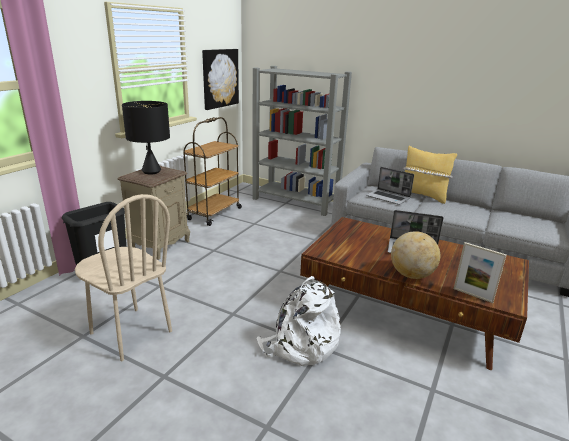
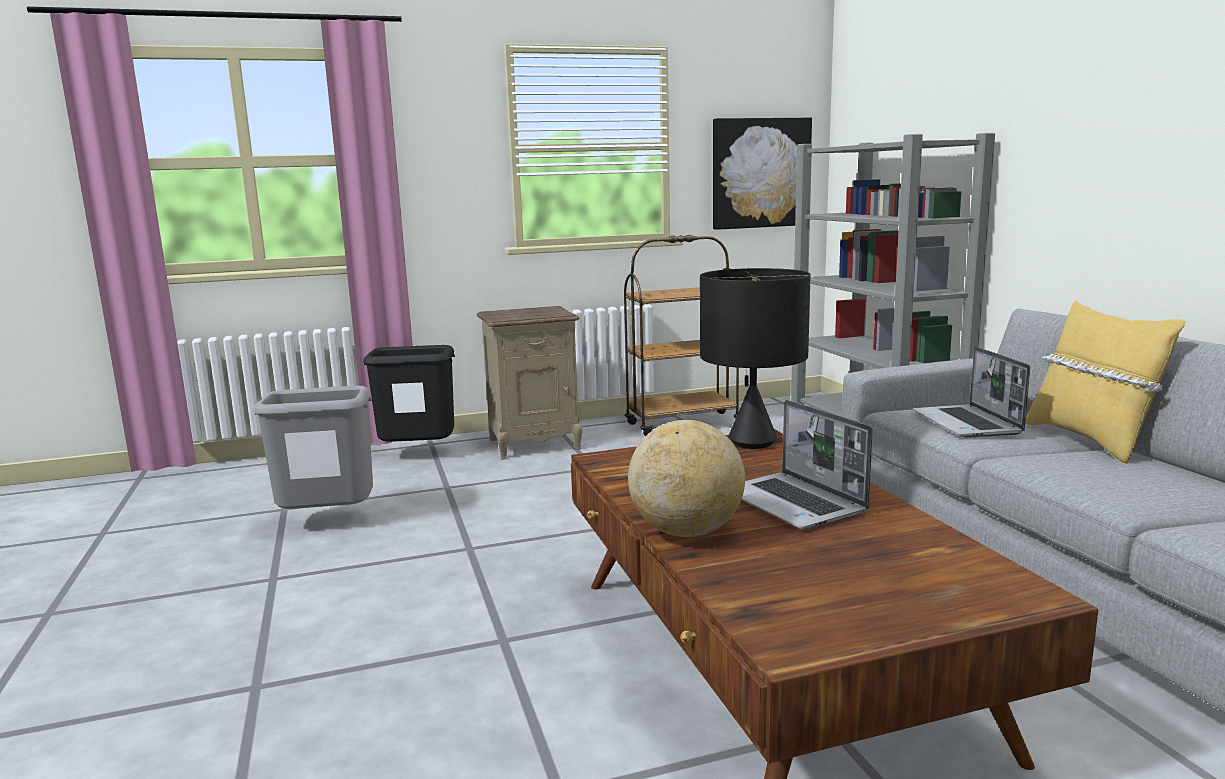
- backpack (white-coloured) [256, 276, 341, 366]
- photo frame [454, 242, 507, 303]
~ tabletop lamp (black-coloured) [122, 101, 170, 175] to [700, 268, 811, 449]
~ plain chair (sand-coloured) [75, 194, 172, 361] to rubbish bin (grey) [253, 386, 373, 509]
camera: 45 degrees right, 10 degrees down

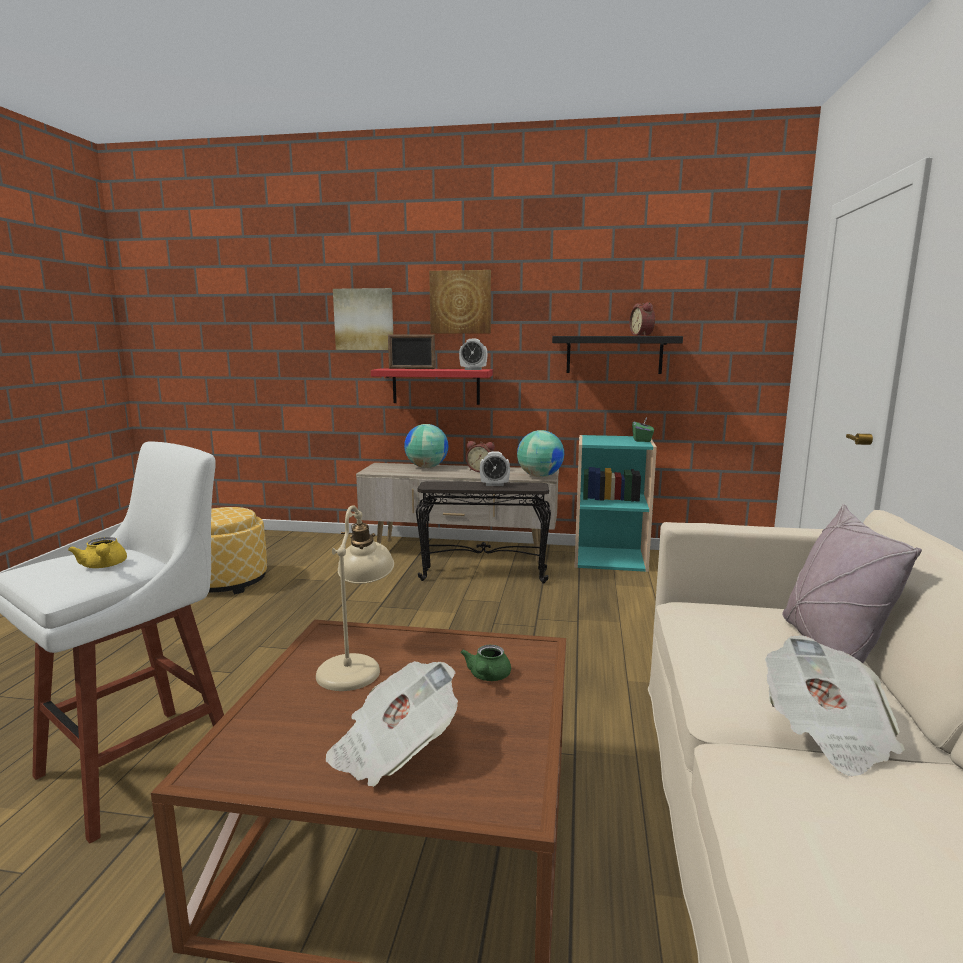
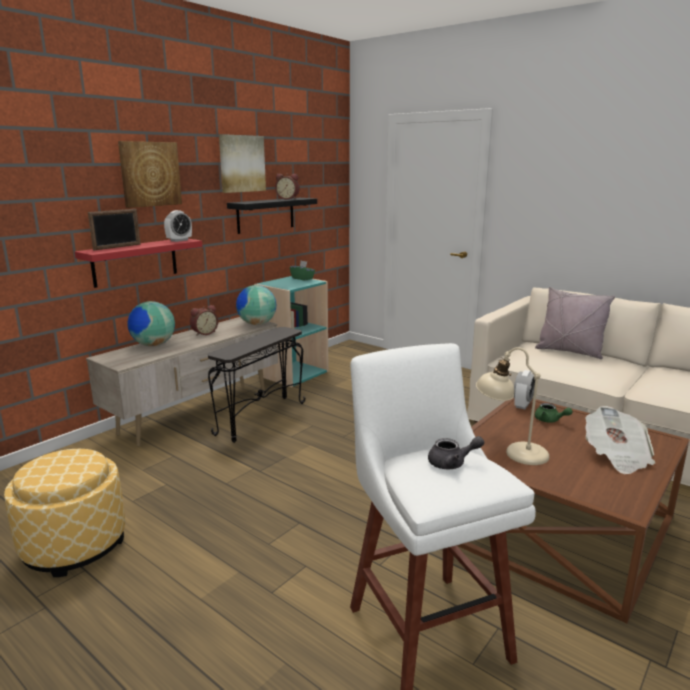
- newspaper [765, 635, 905, 777]
~ picture [333, 288, 393, 350] to [219, 134, 266, 193]
~ table clock [480, 451, 510, 486] to [514, 370, 535, 409]
~ teapot (yellow-coloured) [68, 537, 127, 568] to teapot (grey) [428, 436, 484, 469]
camera: 60 degrees left, 5 degrees up

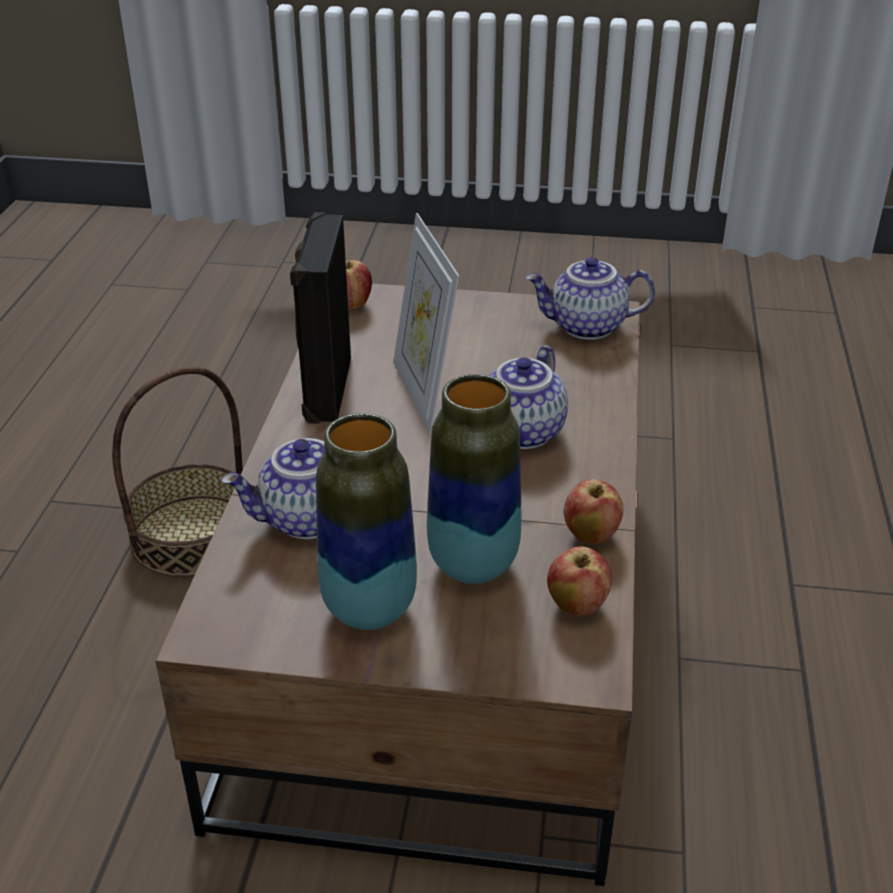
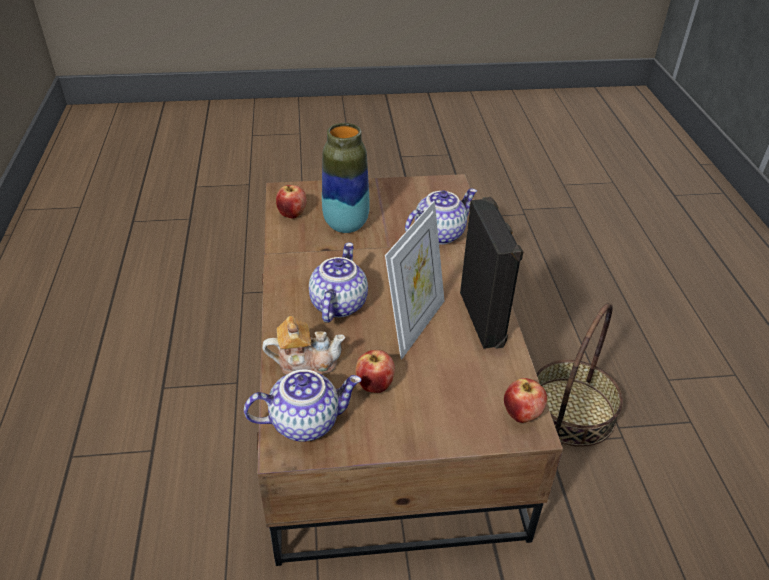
- flower vase [316, 413, 417, 630]
+ teapot [262, 316, 346, 375]
~ whole apple [564, 479, 624, 544] to [355, 350, 395, 393]
~ photo frame [393, 213, 459, 434] = [385, 201, 444, 359] 60 degrees clockwise
camera: 165 degrees right, 5 degrees up

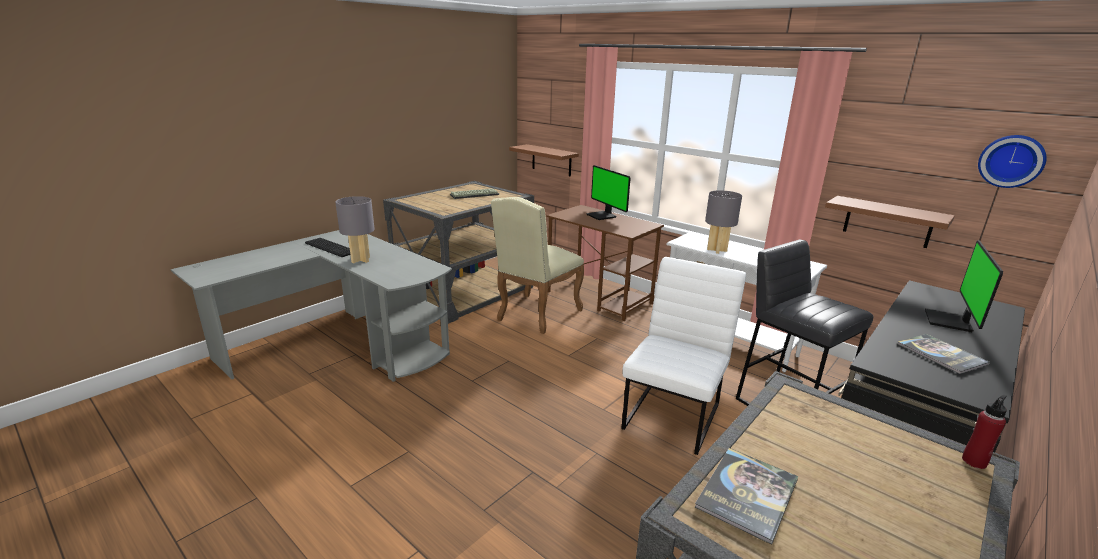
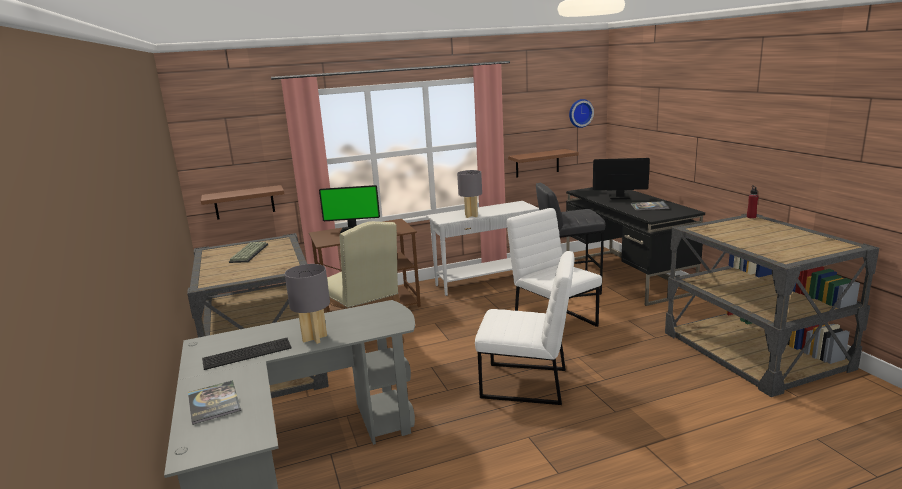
+ plain chair (white-coloured) [475, 251, 575, 405]
~ bound book [695, 448, 798, 545] to [188, 380, 241, 425]
~ monitor [925, 240, 1003, 332] = [593, 158, 650, 199] 135 degrees clockwise
camera: 60 degrees left, 5 degrees down

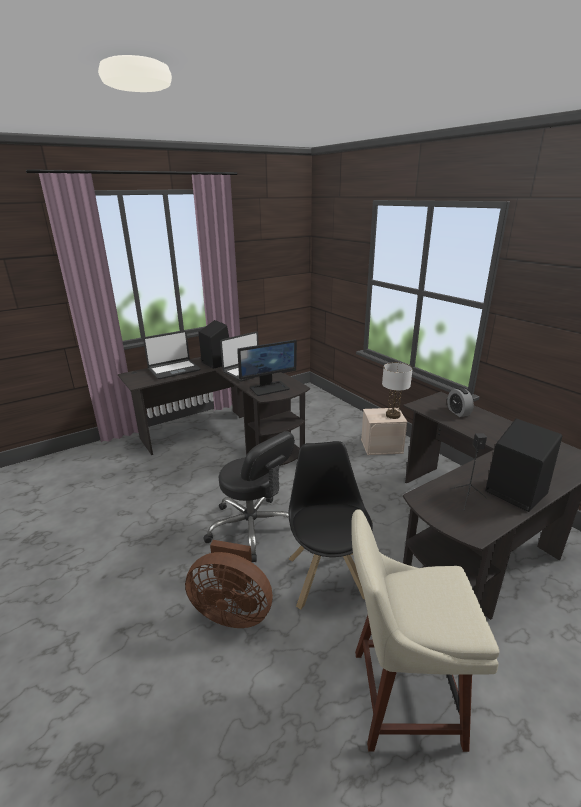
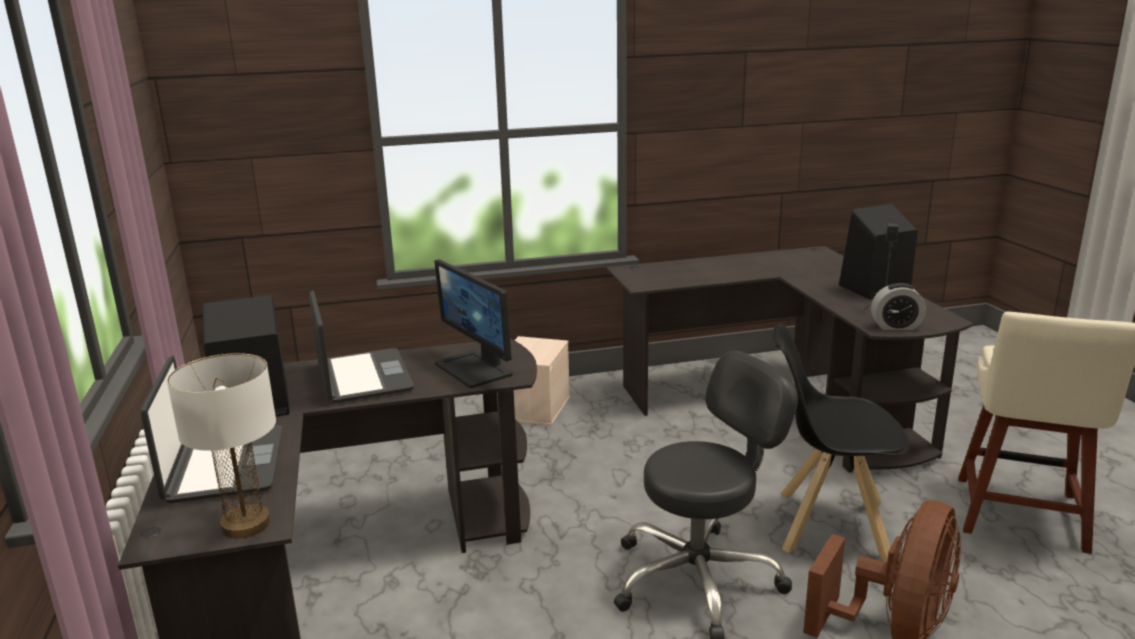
~ tabletop lamp [382, 362, 413, 419] to [167, 353, 276, 539]
~ table clock [447, 388, 474, 417] to [871, 283, 926, 330]
~ monitor [237, 340, 297, 396] = [434, 259, 513, 388] 150 degrees clockwise
camera: 70 degrees left, 5 degrees down

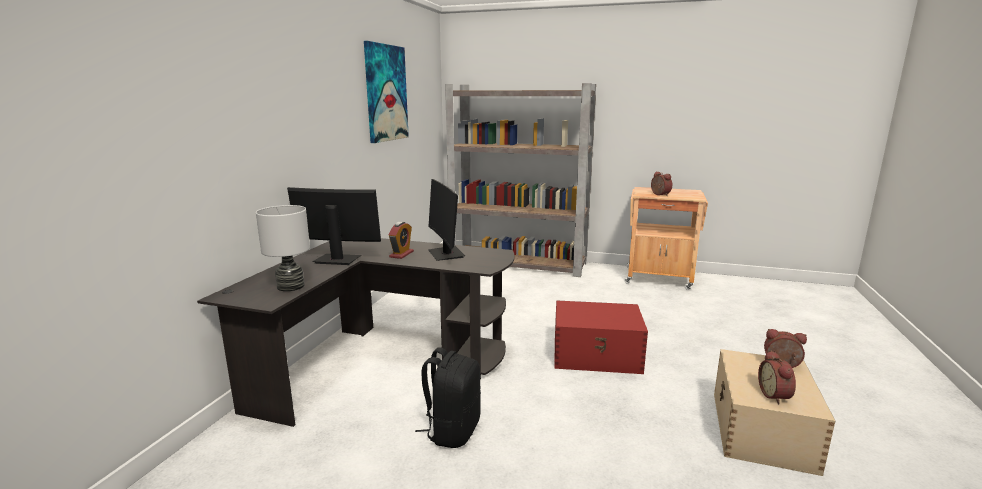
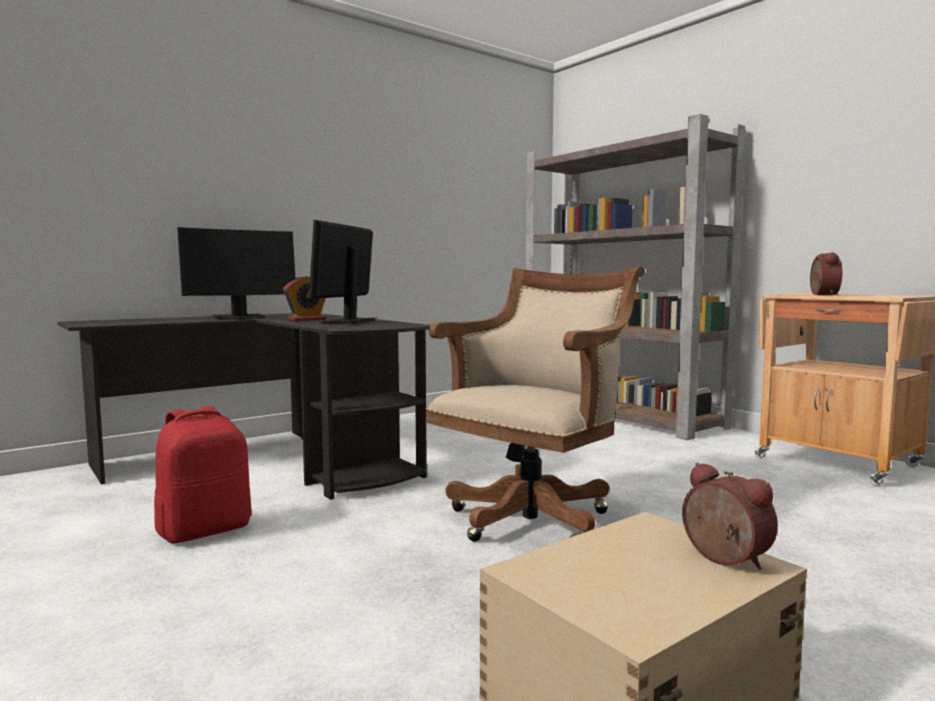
- tabletop lamp (grey) [256, 205, 310, 291]
- picture [364, 41, 409, 143]
- table clock [758, 350, 796, 404]
~ storage bin (reddish) [554, 300, 648, 374] to office chair [425, 266, 645, 542]
~ backpack (black-coloured) [415, 347, 481, 448] to backpack (reddish) [154, 406, 252, 543]
~ monitor [287, 187, 381, 265] = [177, 227, 296, 320] 105 degrees clockwise
camera: 35 degrees right, 10 degrees down

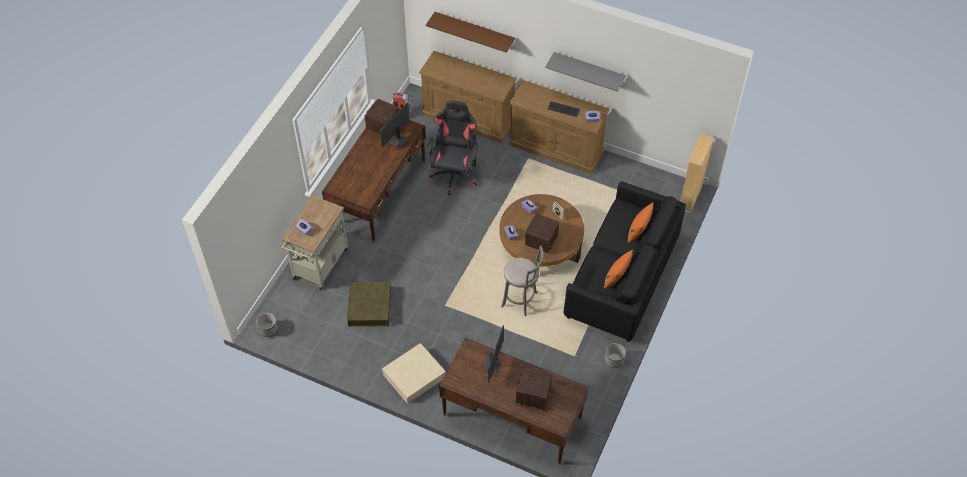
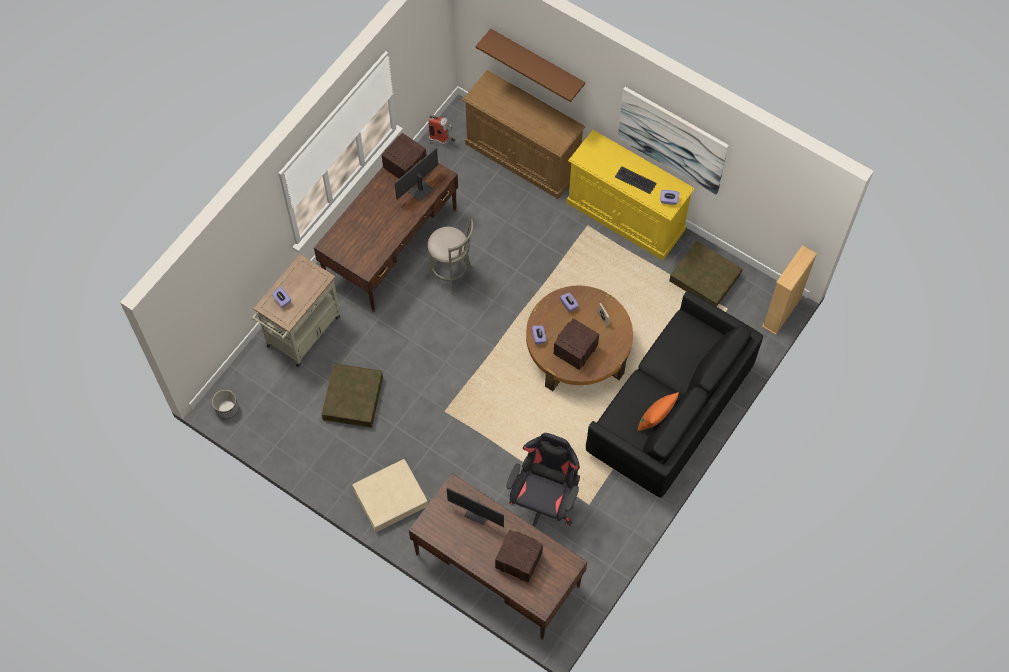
- planter [605, 343, 626, 368]
- cushion (orange-coloured) [628, 202, 653, 243]
+ storage bin (brownish) [669, 241, 742, 307]
~ office chair (black-coloured) [426, 101, 478, 195] to [507, 433, 580, 527]
~ sitting stool (grey) [501, 246, 543, 316] to [426, 219, 473, 295]
~ wall shelf (grey) [545, 52, 626, 92] to picture [618, 87, 729, 195]
~ cupboard (brownish) [509, 80, 610, 174] to cupboard (yellow-coloured) [566, 130, 694, 260]
~ monitor [483, 325, 504, 383] = [447, 488, 504, 527] 90 degrees clockwise
camera: 10 degrees right, 10 degrees up

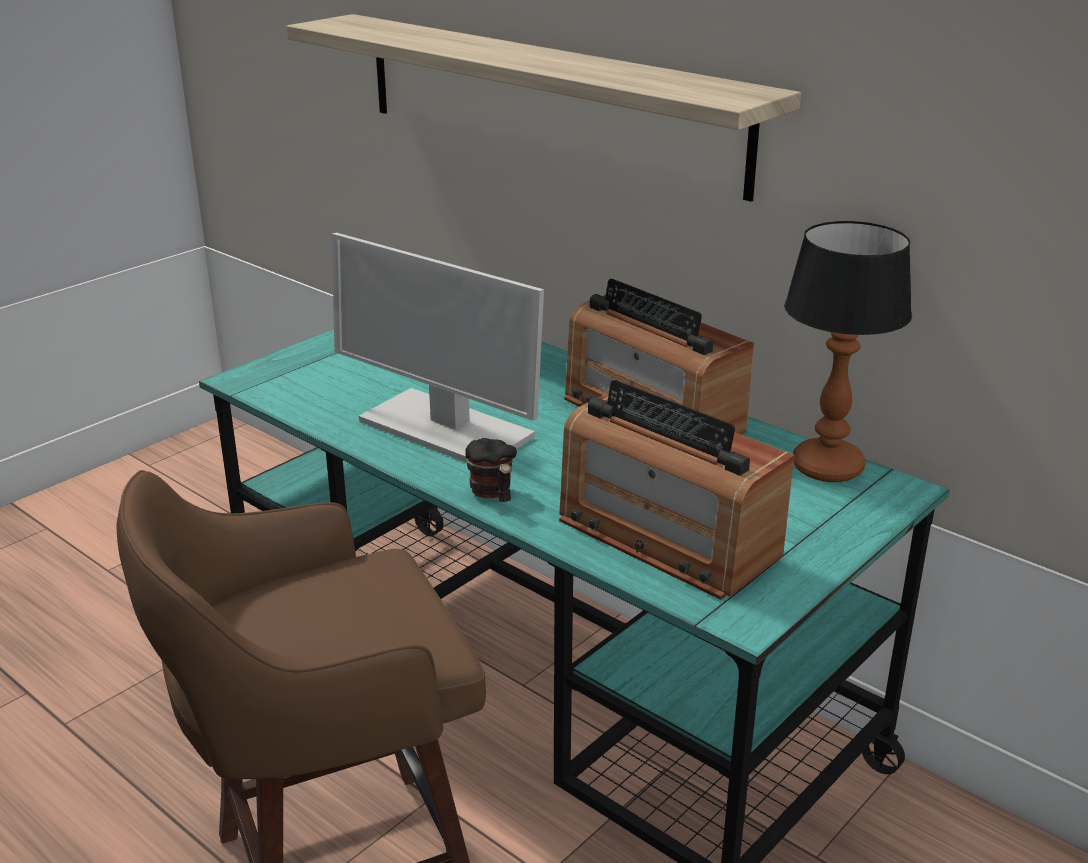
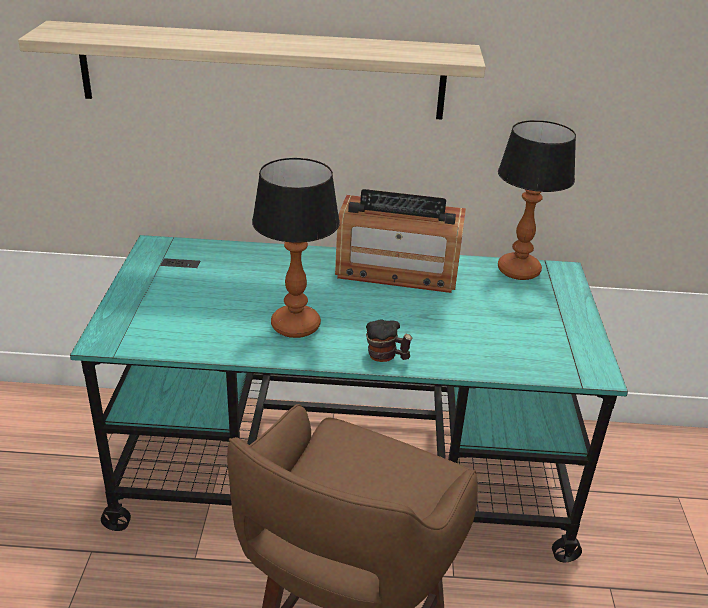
- radio [559, 380, 794, 600]
~ monitor [332, 232, 544, 463] to tabletop lamp [252, 158, 340, 338]
camera: 40 degrees left, 5 degrees up

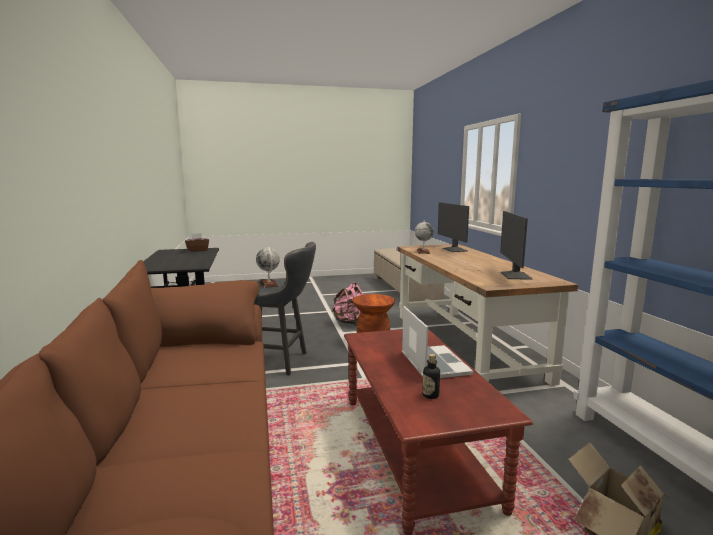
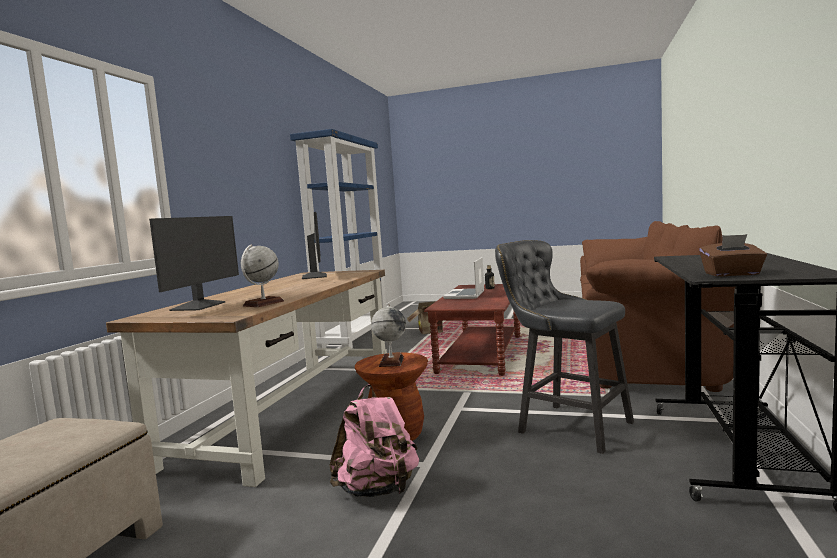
~ world globe [256, 247, 280, 288] to [371, 304, 406, 367]
~ monitor [500, 211, 532, 280] = [302, 212, 327, 279] 45 degrees counterclockwise
camera: 150 degrees left, 5 degrees down

